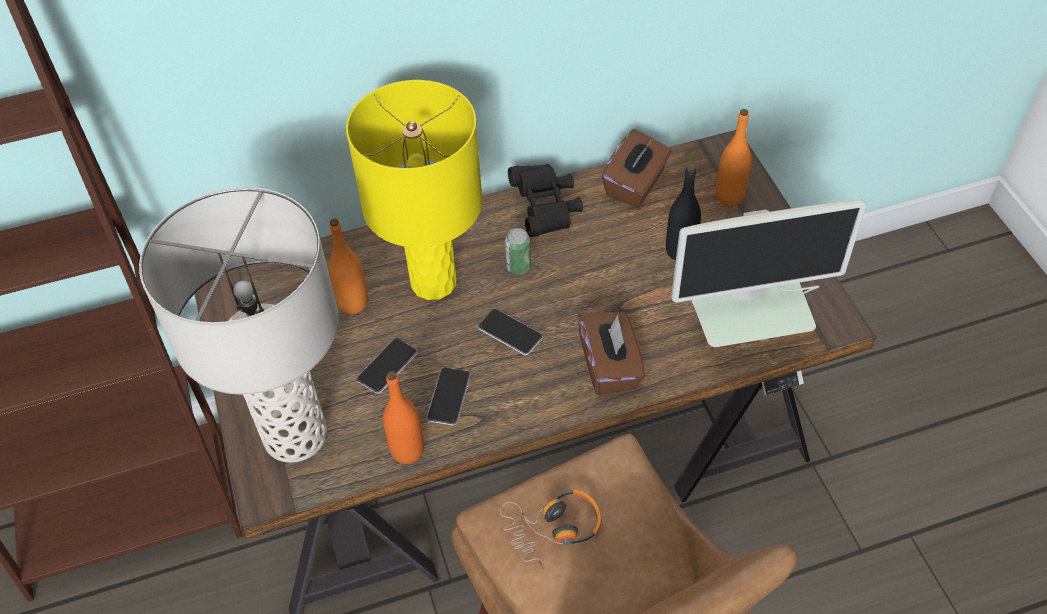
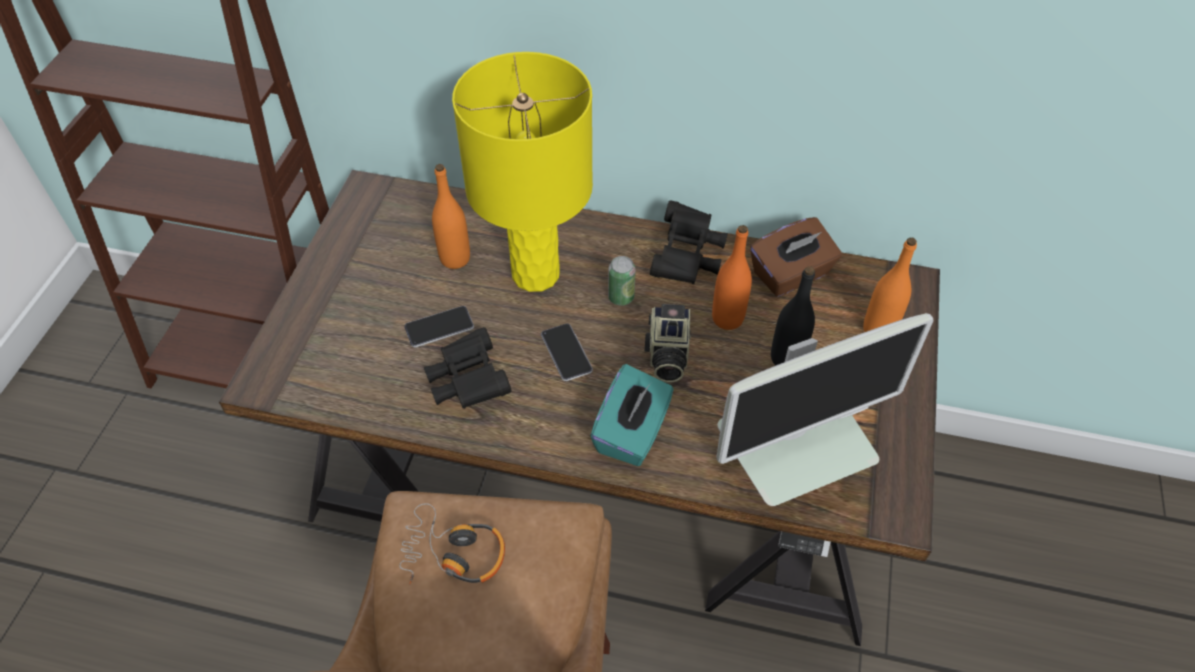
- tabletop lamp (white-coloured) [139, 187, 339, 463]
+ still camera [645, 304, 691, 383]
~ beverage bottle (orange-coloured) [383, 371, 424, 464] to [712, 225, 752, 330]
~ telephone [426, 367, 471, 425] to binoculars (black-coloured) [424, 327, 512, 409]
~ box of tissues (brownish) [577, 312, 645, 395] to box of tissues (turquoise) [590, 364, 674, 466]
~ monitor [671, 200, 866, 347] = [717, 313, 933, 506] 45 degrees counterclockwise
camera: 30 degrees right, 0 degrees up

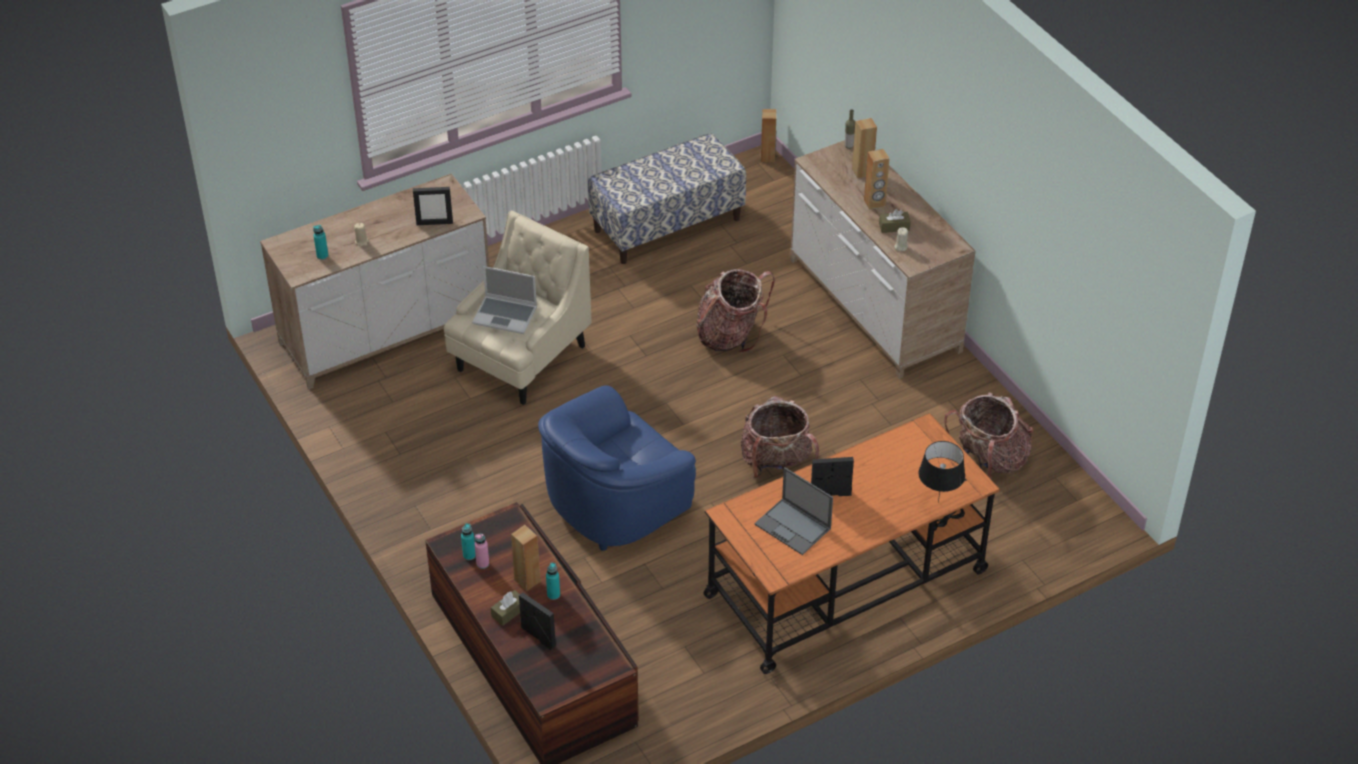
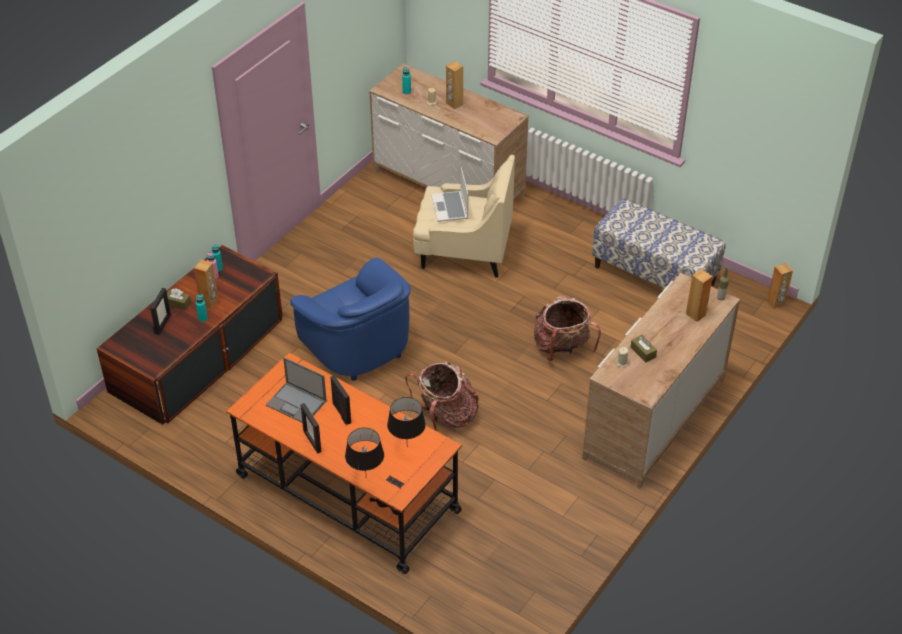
- backpack [944, 392, 1033, 480]
+ tabletop lamp (black-coloured) [387, 397, 426, 439]
~ photo frame [413, 187, 453, 225] to [301, 403, 321, 454]
~ speaker (brownish) [864, 149, 890, 210] to [446, 61, 463, 109]
~ armchair (bluish) [538, 386, 696, 551] = [290, 258, 411, 381] 150 degrees counterclockwise
~ portable computer [754, 467, 833, 555] = [266, 357, 327, 423] 75 degrees counterclockwise
camera: 65 degrees right, 0 degrees up

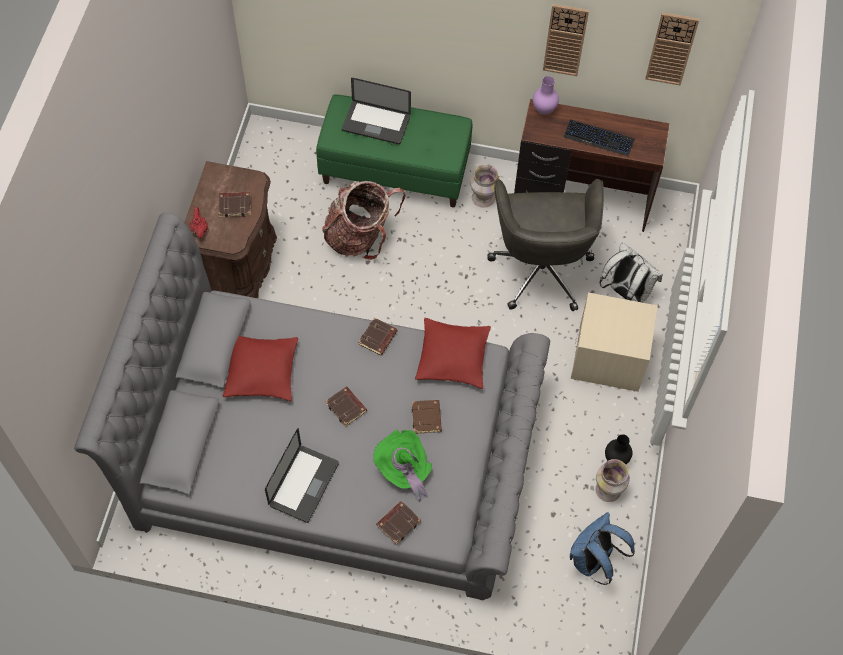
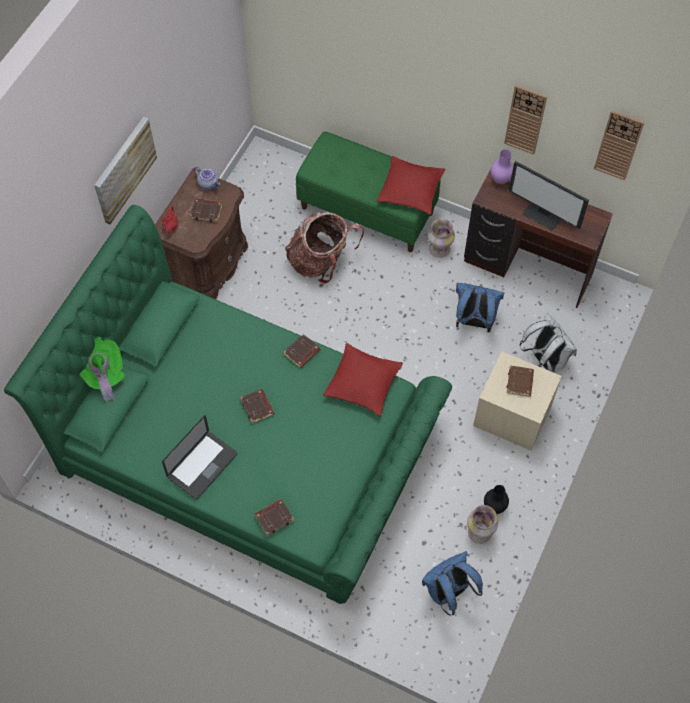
- portable computer [342, 78, 411, 144]
+ picture [94, 117, 157, 225]
+ teapot [194, 166, 220, 190]
~ cushion (reddish) [222, 336, 298, 402] to [376, 156, 445, 215]
~ wearable hat (green-coloured) [373, 429, 432, 502] to [80, 337, 125, 404]
~ bound book (brownish) [412, 400, 442, 434] to [507, 365, 534, 396]
~ office chair (grey) [487, 179, 604, 311] to backpack (bluish) [456, 283, 504, 332]
~ keyboard [563, 119, 635, 156] to monitor [509, 161, 589, 231]
~ sleeping bed (grey) [74, 213, 550, 600] to sleeping bed (green-coloured) [4, 205, 452, 604]
camera: 15 degrees right, 0 degrees up

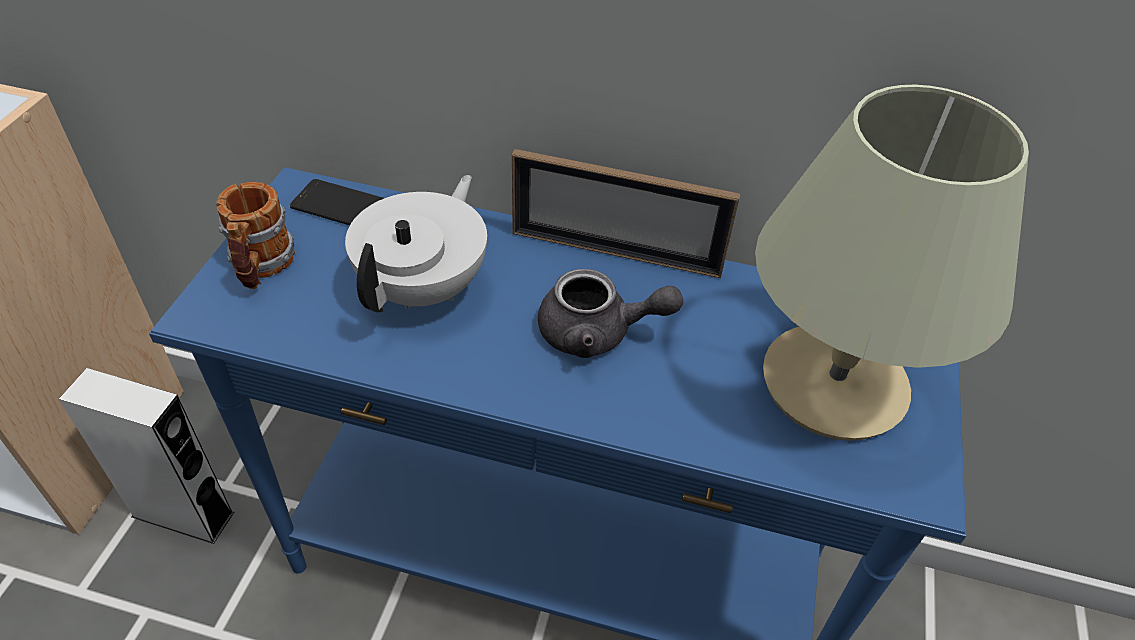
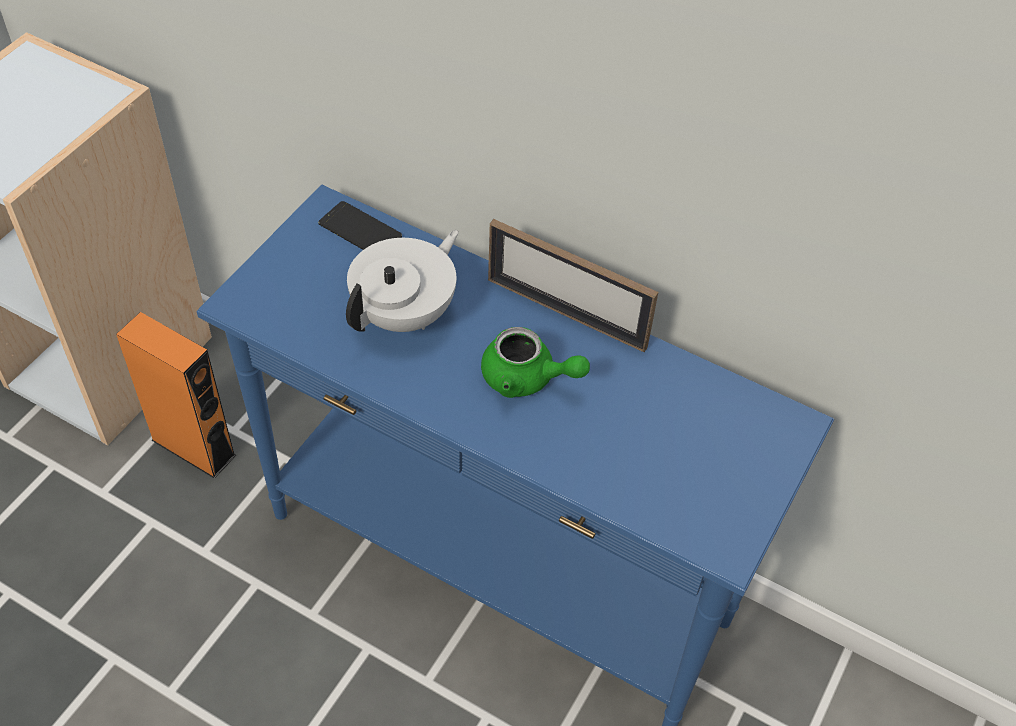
- coffee mug [216, 182, 295, 289]
- tabletop lamp (sand-coloured) [755, 85, 1029, 441]
~ speaker (white-coloured) [59, 368, 234, 544] to speaker (orange-coloured) [116, 312, 236, 479]
~ teapot (grey) [538, 269, 683, 358] to teapot (green-coloured) [481, 327, 590, 398]
camera: 15 degrees right, 5 degrees up

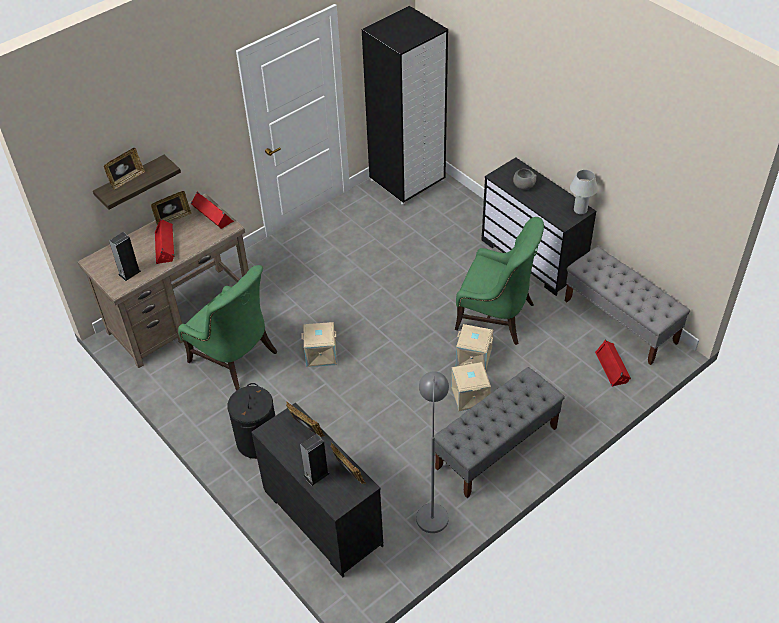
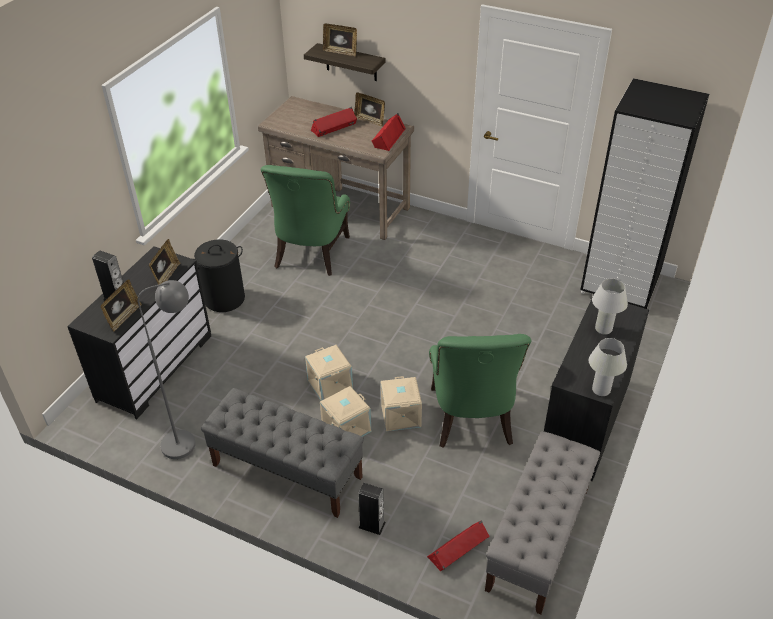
~ speaker [109, 232, 141, 281] to [358, 483, 386, 535]
~ storage bin (sand-coloured) [301, 322, 337, 367] to [305, 345, 353, 401]
~ deep dish (grey) [513, 169, 537, 190] to tabletop lamp (white-coloured) [592, 279, 628, 335]
camera: 65 degrees right, 5 degrees down

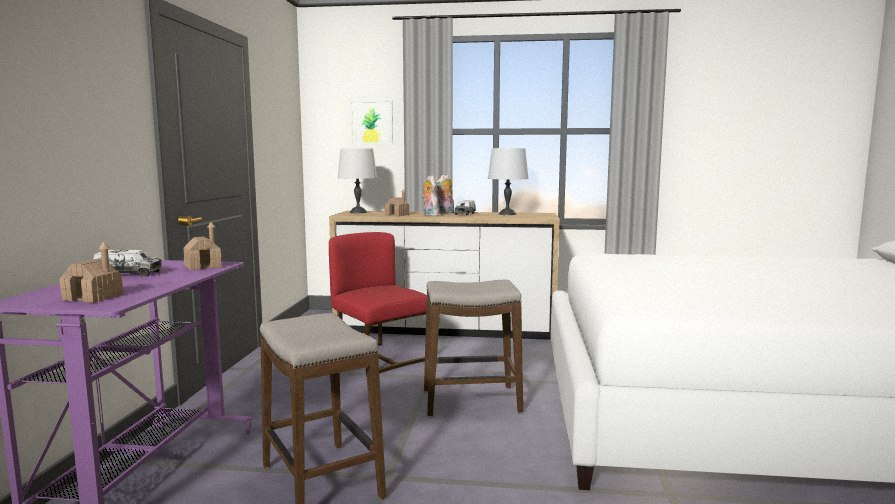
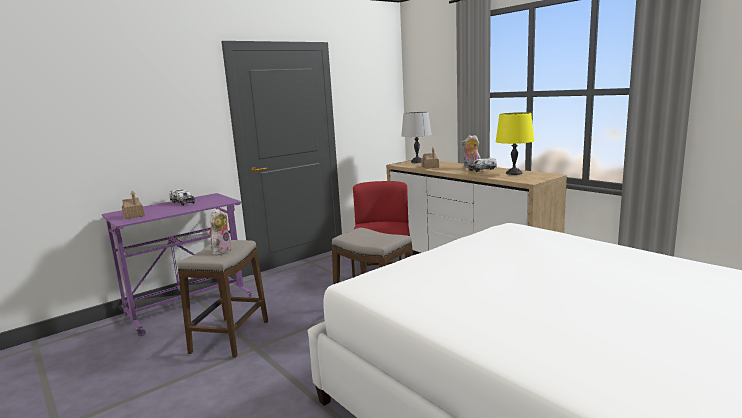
- toy house [184, 222, 222, 270]
- picture [350, 100, 393, 144]
~ plush toy [422, 176, 440, 216] to [209, 209, 231, 255]
~ tabletop lamp (grey) [488, 148, 529, 215] to tabletop lamp (yellow-coloured) [496, 112, 534, 175]
camera: 45 degrees right, 5 degrees up

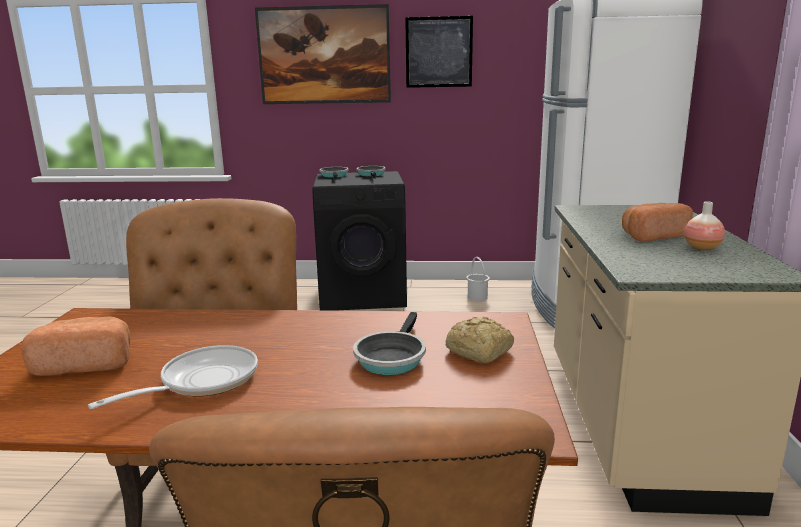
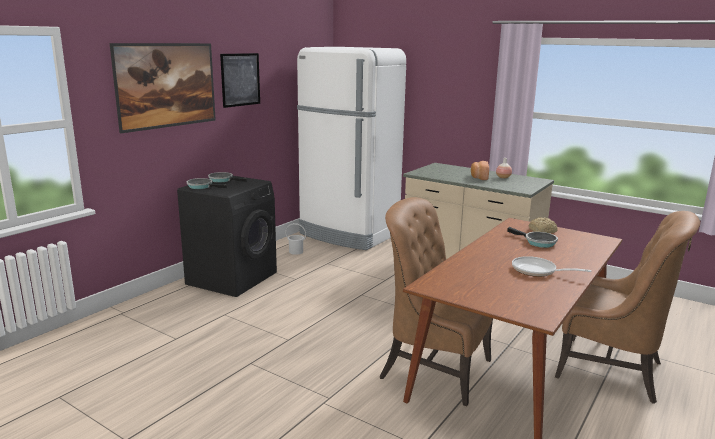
- baked bread [21, 316, 131, 376]
~ skillet [88, 345, 258, 409] = [512, 256, 592, 277] 45 degrees counterclockwise
camera: 60 degrees left, 0 degrees up

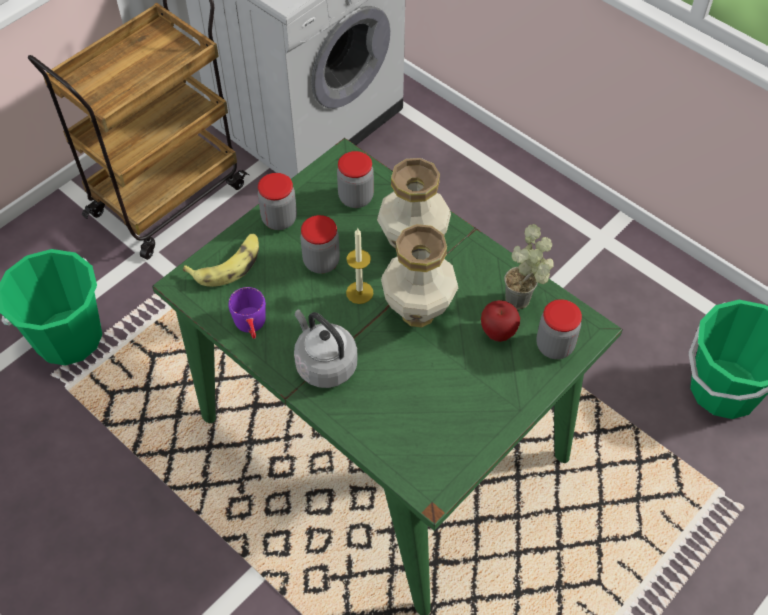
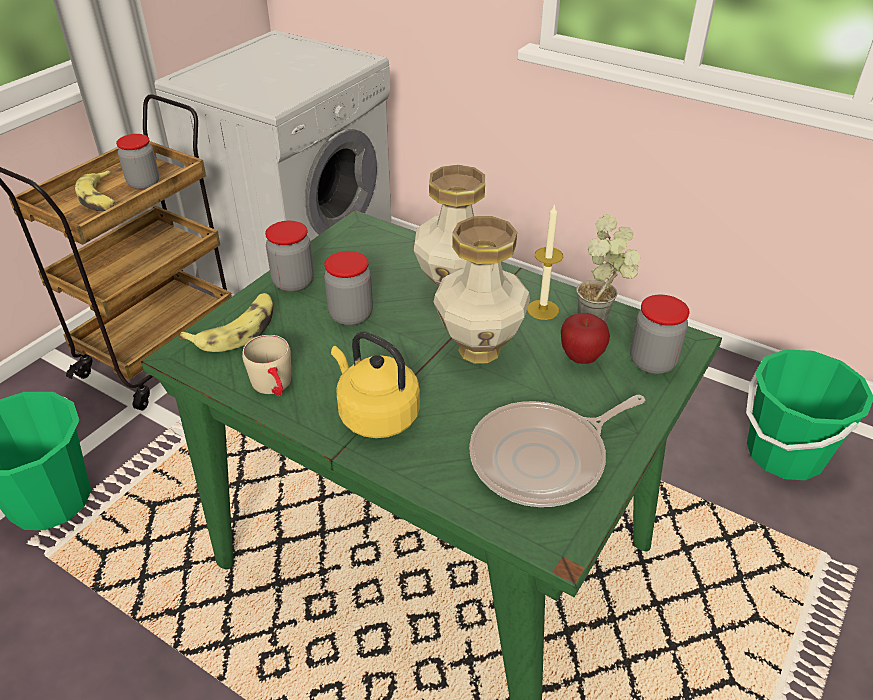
+ banana [75, 170, 117, 211]
+ skillet [469, 395, 645, 507]
~ preserve jar [337, 151, 374, 208] to [116, 134, 159, 190]
~ candle [346, 228, 374, 304] to [527, 204, 563, 320]
~ coffee mug (purplish) [228, 287, 266, 339] to coffee mug (sand-coloured) [242, 335, 291, 396]
~ water kettle (grey) [294, 309, 358, 388] to water kettle (yellow-coloured) [331, 331, 420, 438]
camera: 10 degrees left, 15 degrees down

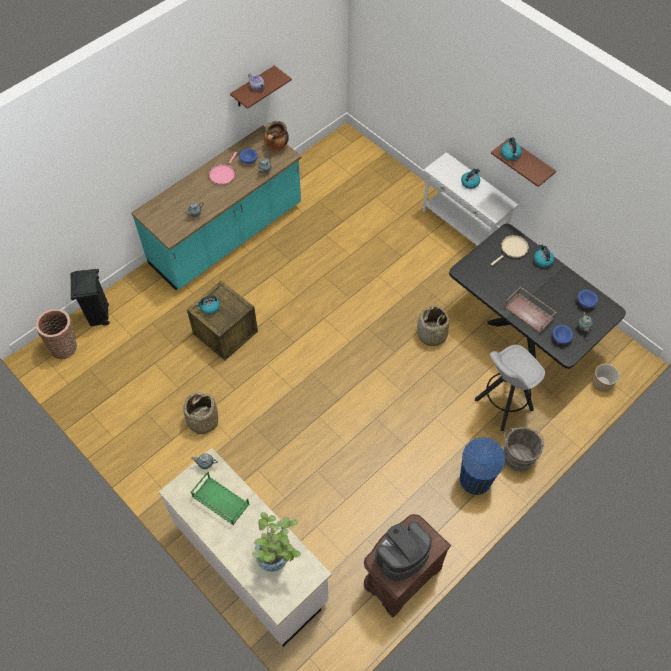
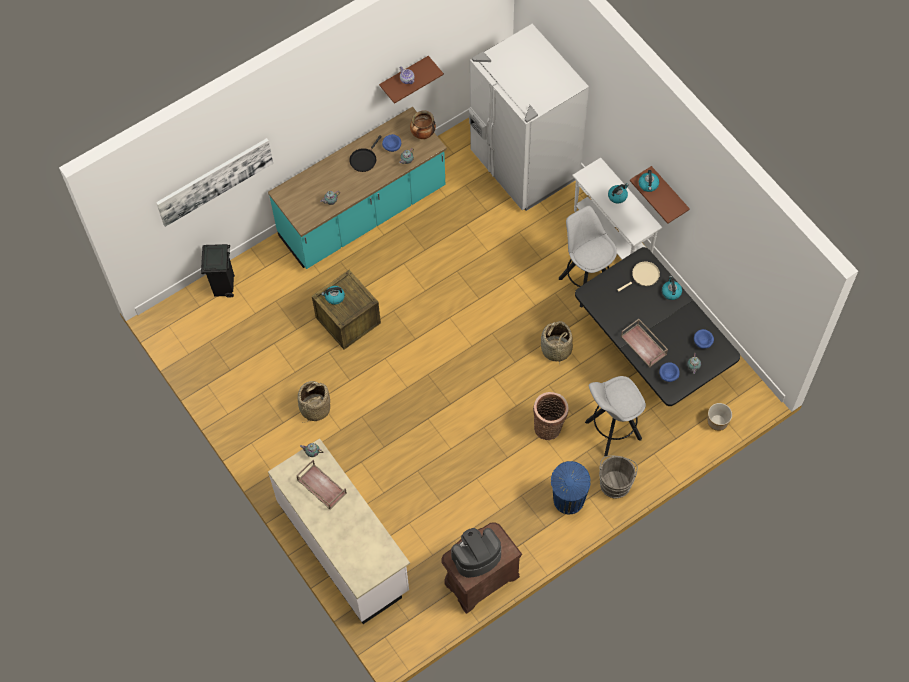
- potted plant [252, 512, 301, 572]
+ picture [156, 138, 273, 227]
+ fridge (white-coloured) [469, 24, 589, 211]
+ sitting stool (grey) [559, 206, 617, 308]
~ basket [36, 309, 77, 359] to [533, 392, 569, 440]
~ carrying tray (green-coloured) [191, 471, 249, 525] to carrying tray (brownish) [296, 460, 347, 510]
~ skillet (pinkish) [209, 152, 237, 185] to skillet (black-coloured) [349, 135, 382, 172]
camera: 10 degrees right, 5 degrees up

